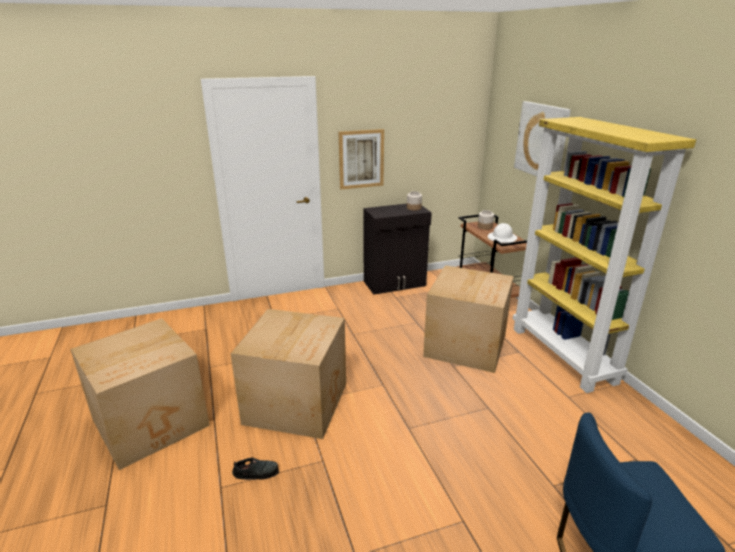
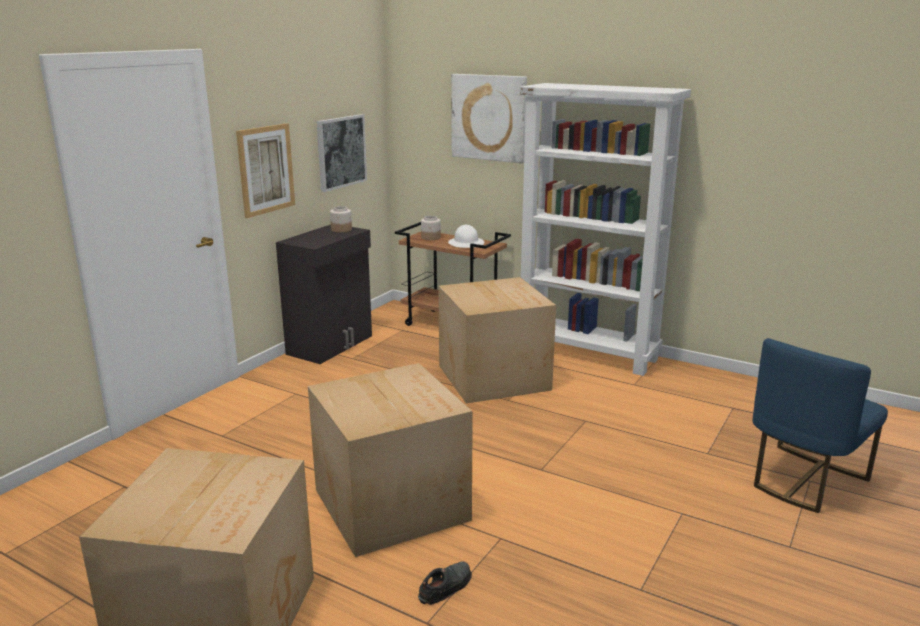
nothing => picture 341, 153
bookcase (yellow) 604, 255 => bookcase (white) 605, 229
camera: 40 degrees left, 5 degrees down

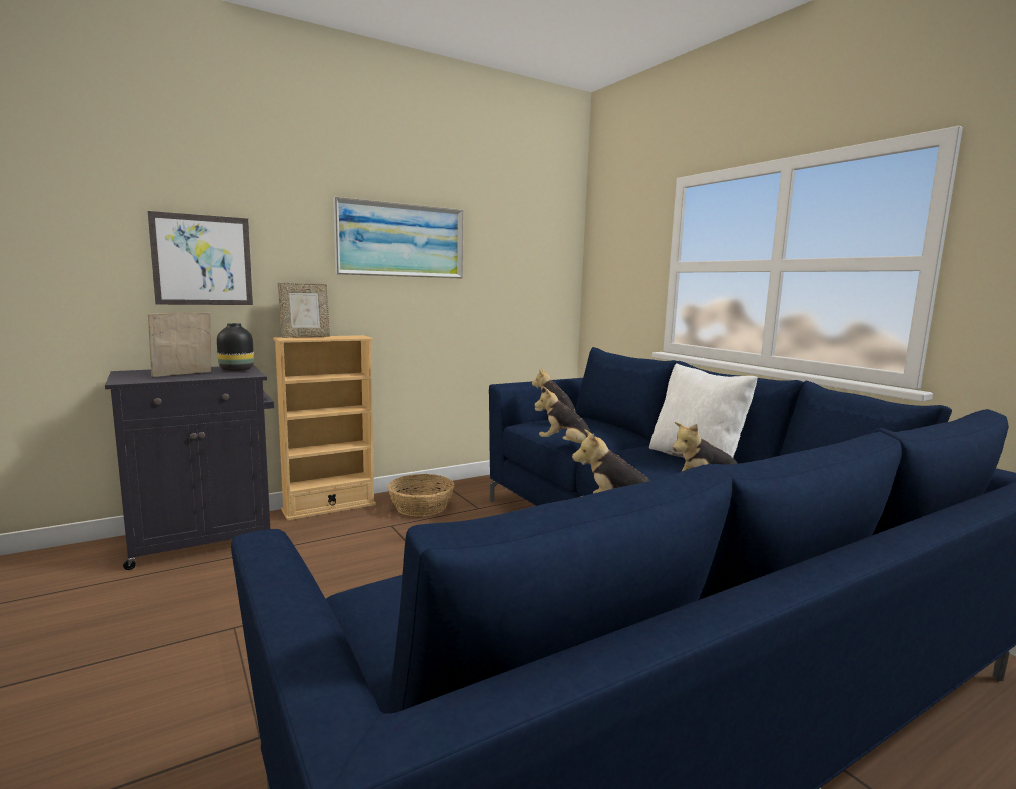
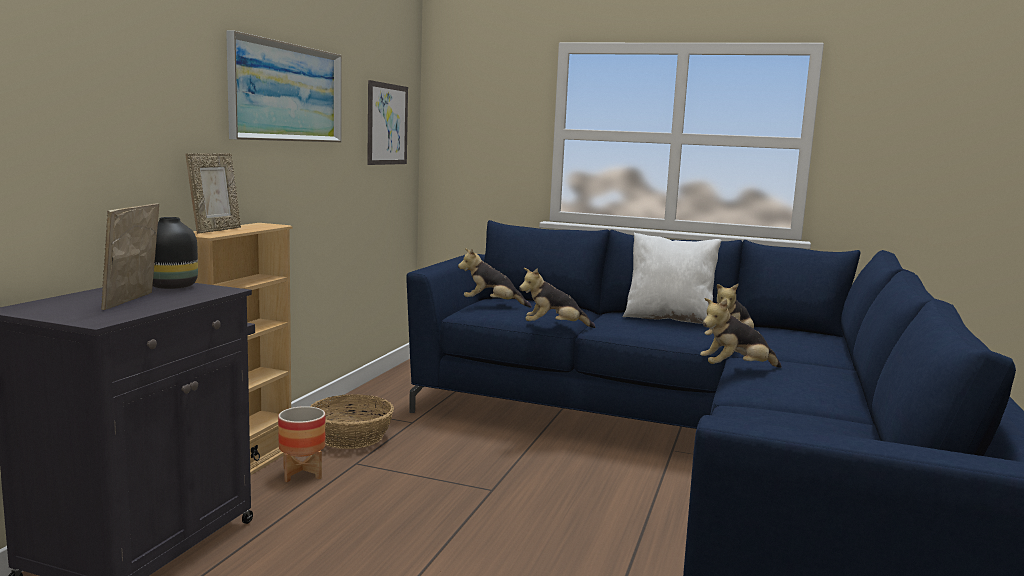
nothing => planter 301, 444
picture 200, 258 => picture 387, 122, move
camera: 40 degrees left, 0 degrees up

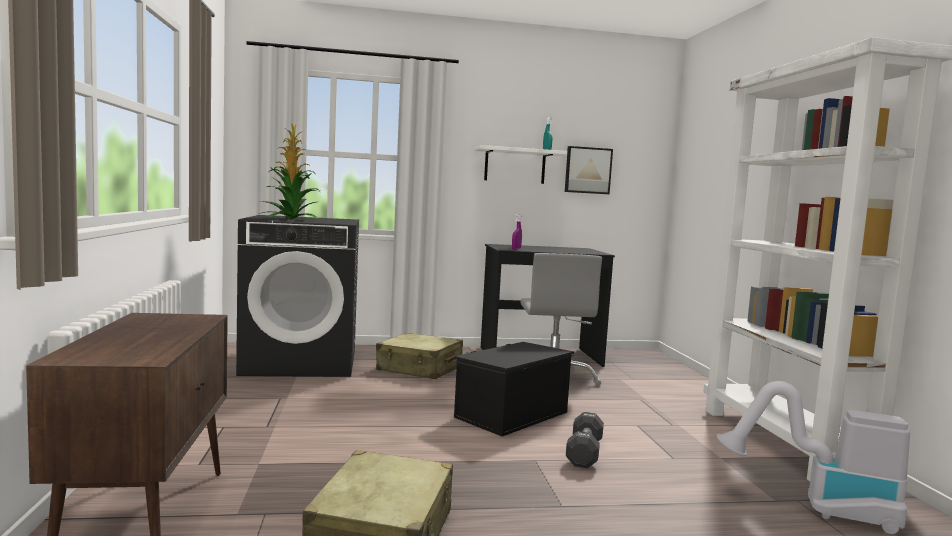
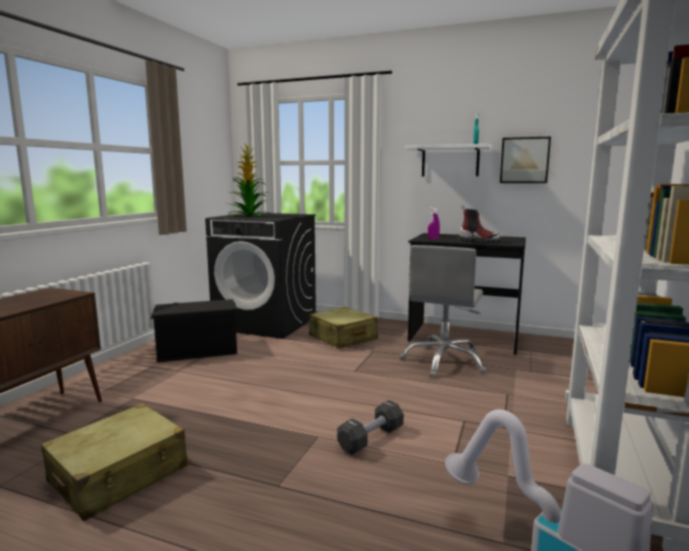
nothing => boot 480, 223
storage box (black) 512, 389 => storage box (black) 194, 330, move
camera: 30 degrees right, 5 degrees up

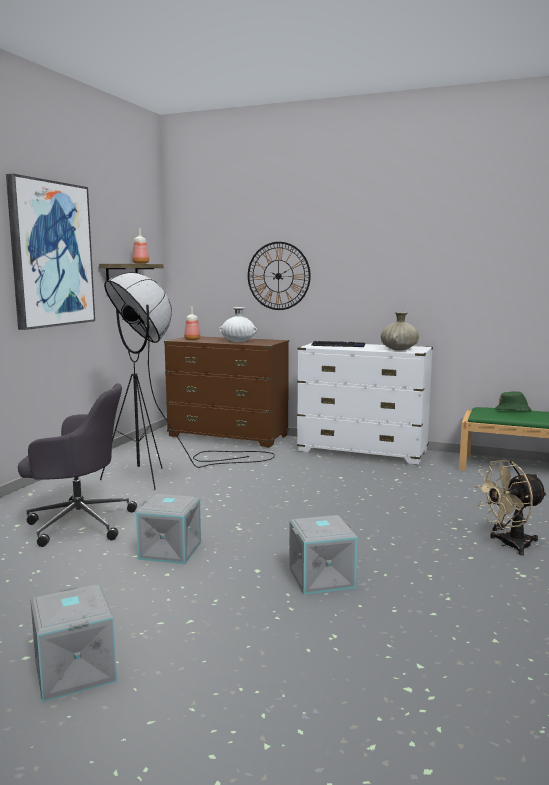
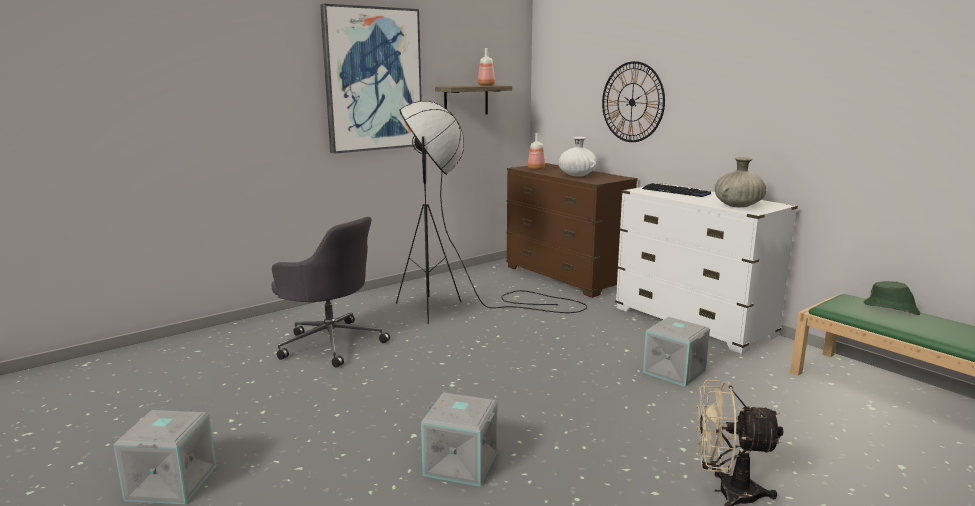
storage box (grey) 168, 529 => storage box (grey) 676, 352, move
camera: 30 degrees right, 5 degrees up

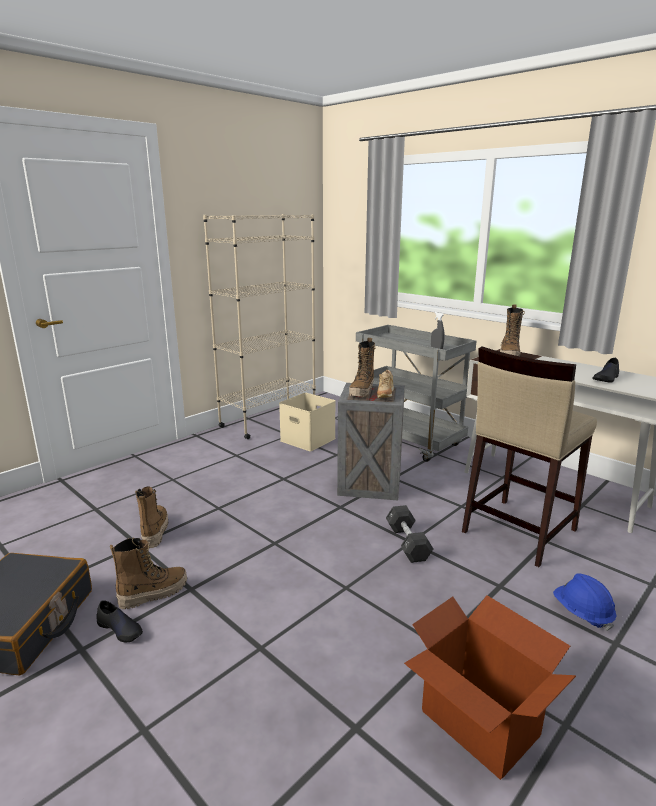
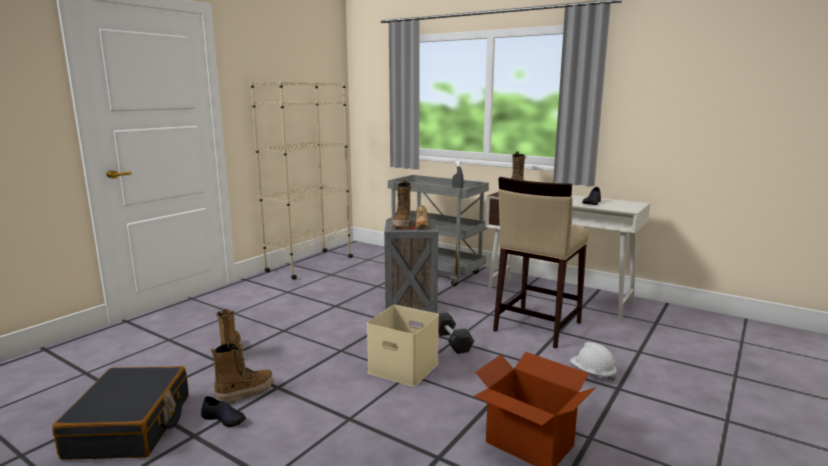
storage box (beige) 307, 422 => storage box (beige) 403, 346, move
hard hat (blue) 584, 602 => hard hat (white) 593, 362
camera: 10 degrees left, 5 degrees down

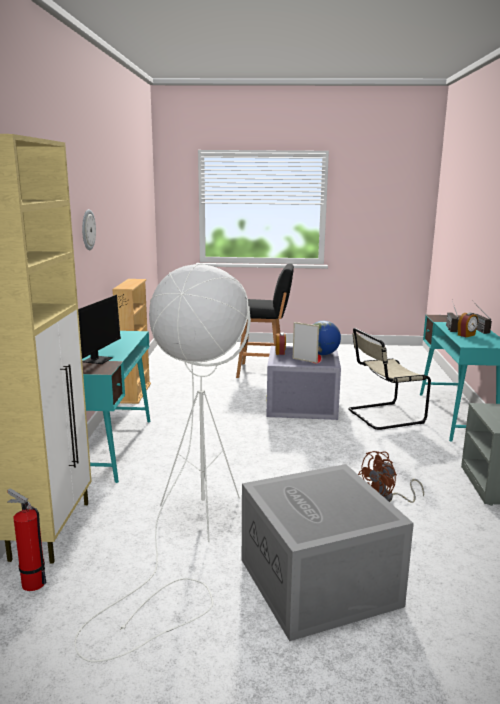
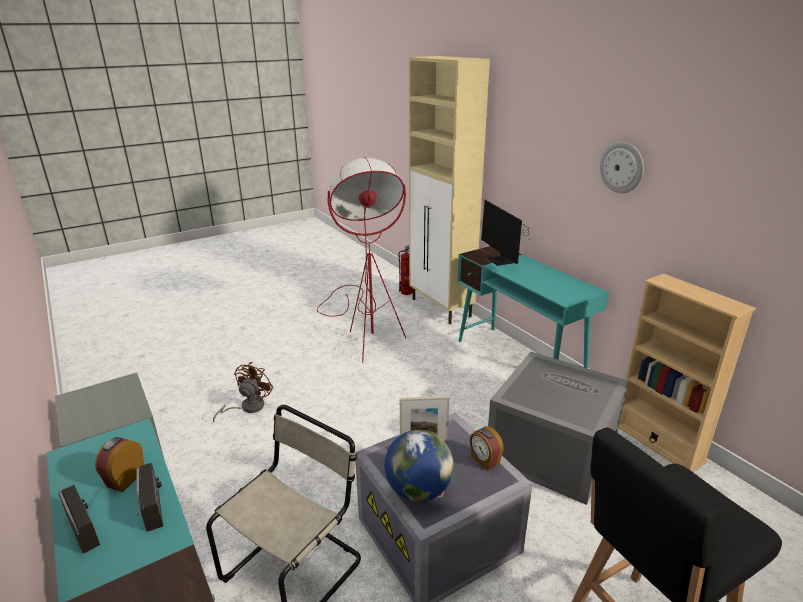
storage box (grey) 328, 552 => storage box (grey) 558, 428, move
floor lamp (white) 162, 463 => floor lamp (red) 361, 259
camera: 145 degrees right, 10 degrees up

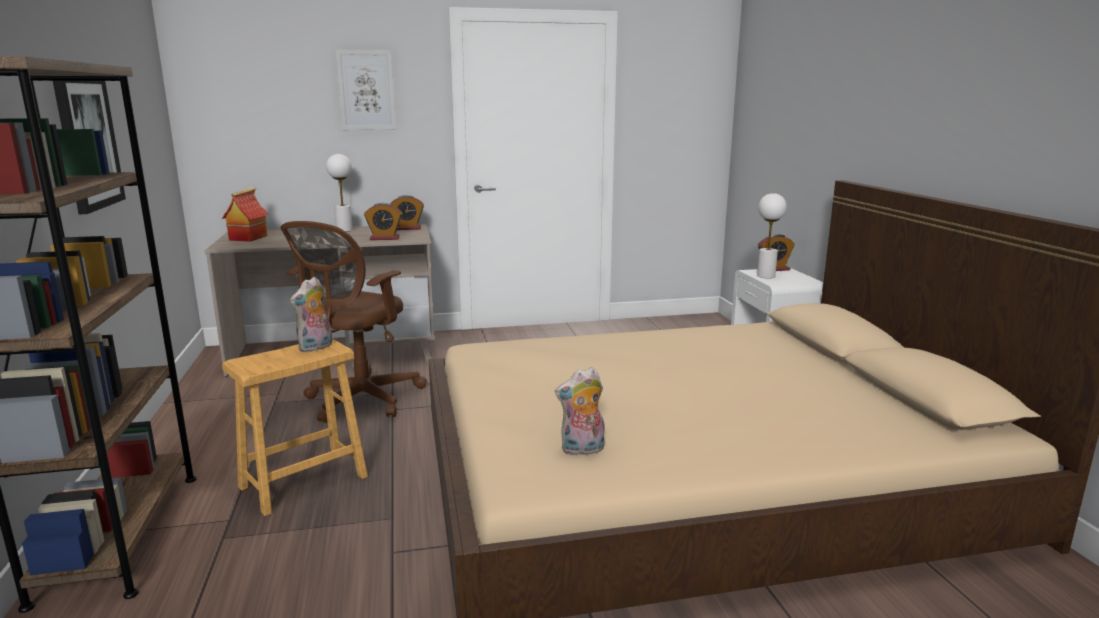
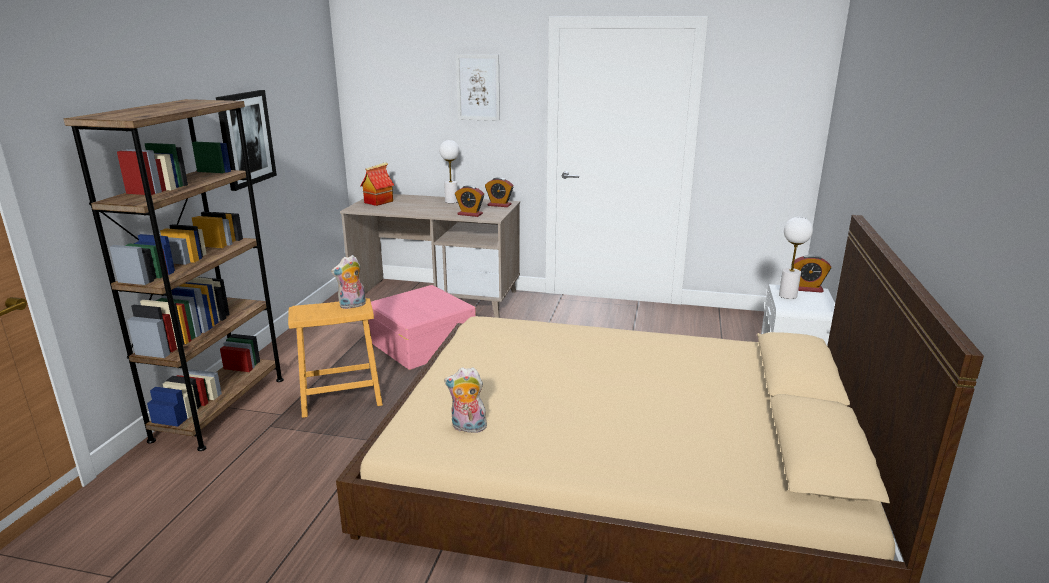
office chair (brown) 354, 322 => storage box (pink) 422, 327
camera: 25 degrees right, 5 degrees up

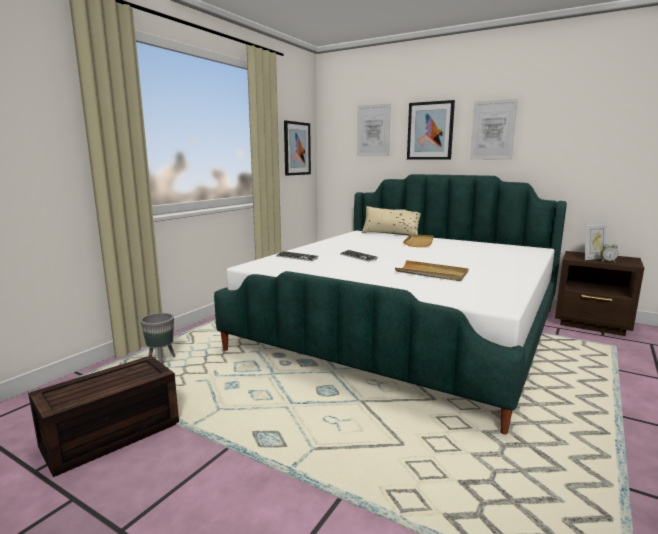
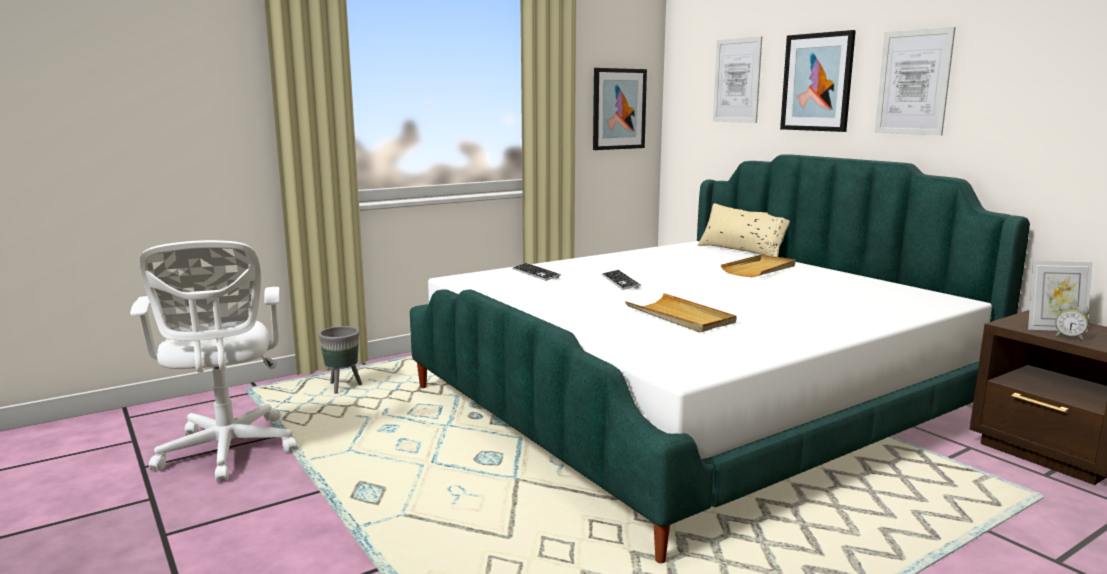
storage box (brown) 103, 416 => office chair (white) 213, 361
camera: 25 degrees right, 0 degrees up

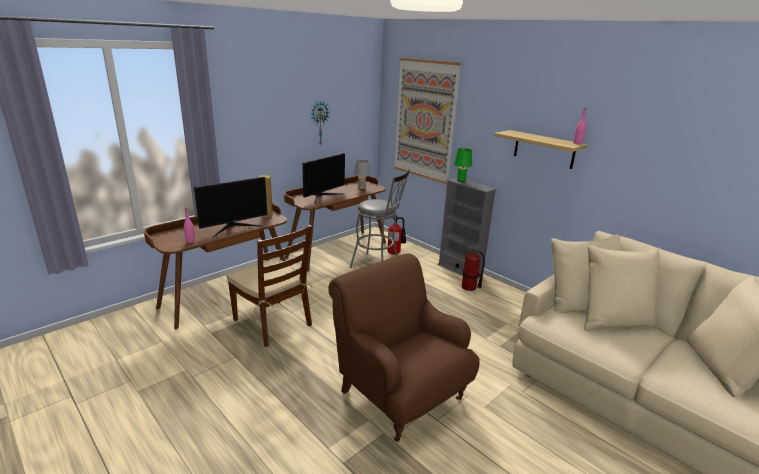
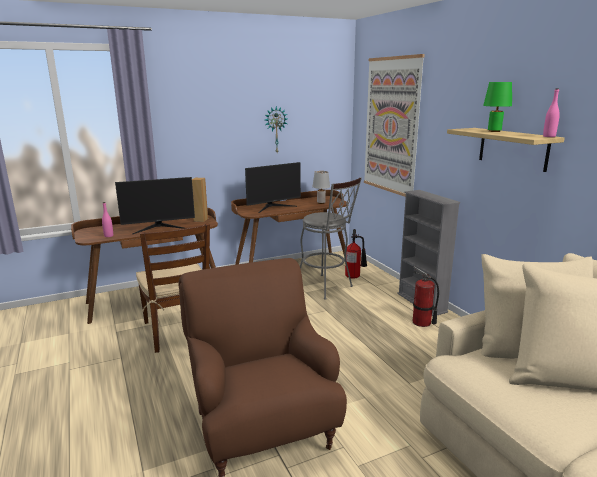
table lamp (green) 463, 165 => table lamp (green) 497, 107, move
camera: 20 degrees right, 5 degrees down

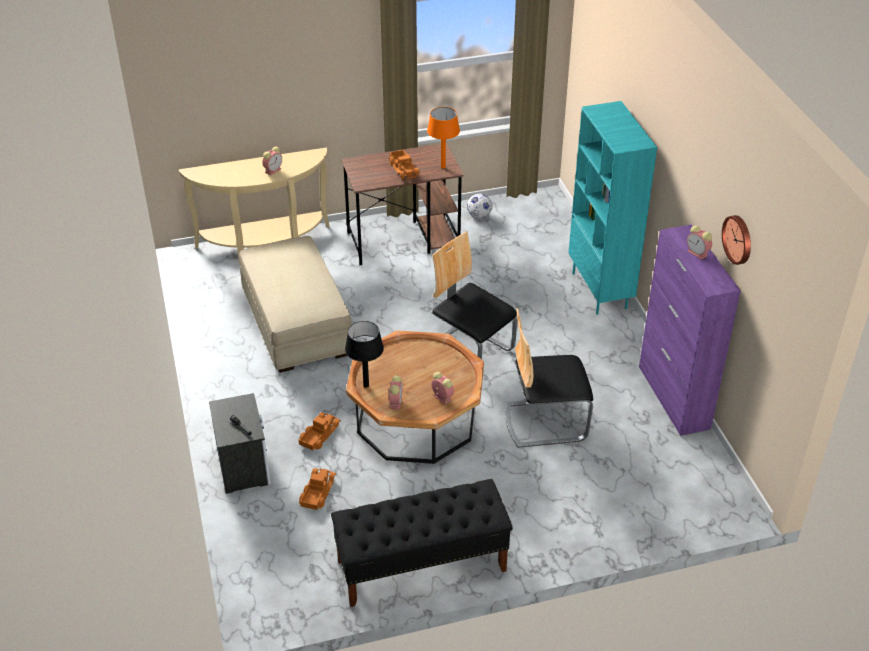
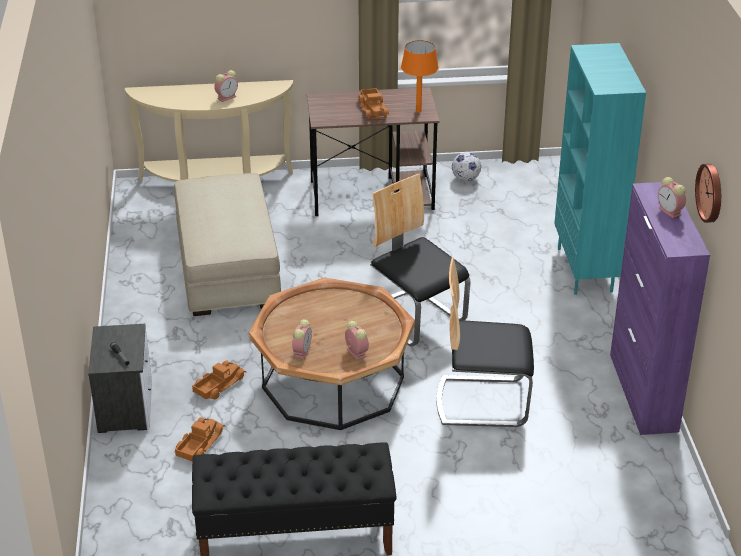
table lamp (black) 364, 354 => nothing
camera: 10 degrees right, 5 degrees down

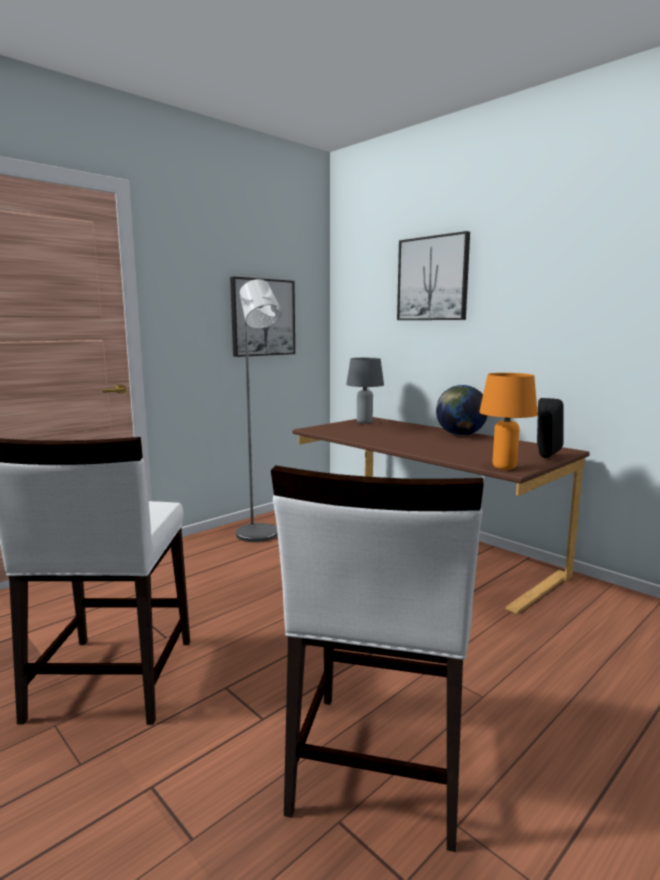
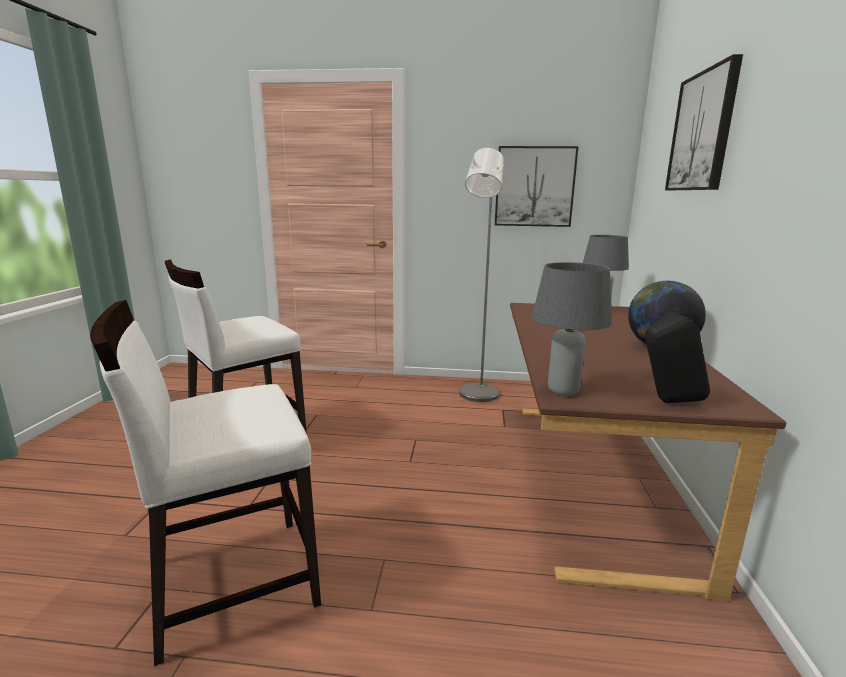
table lamp (orange) 508, 421 => table lamp (grey) 572, 329
camera: 50 degrees right, 5 degrees up

